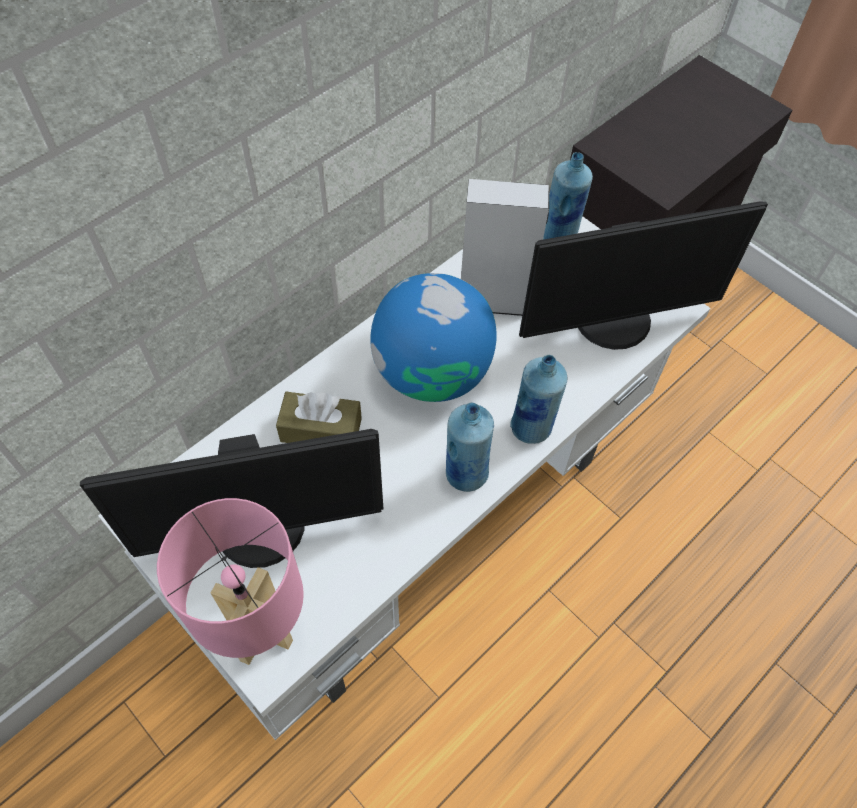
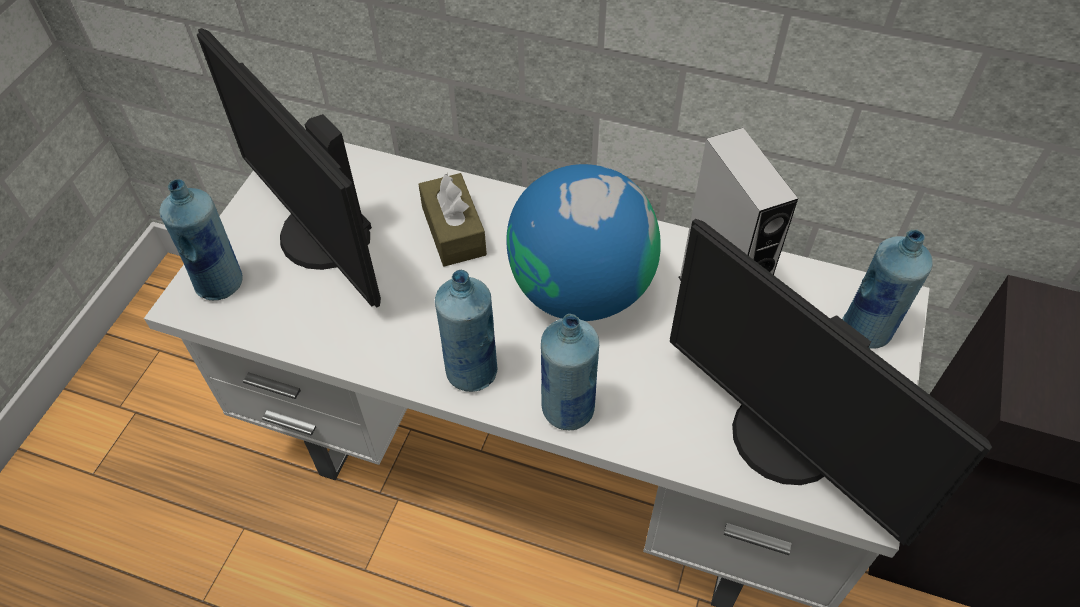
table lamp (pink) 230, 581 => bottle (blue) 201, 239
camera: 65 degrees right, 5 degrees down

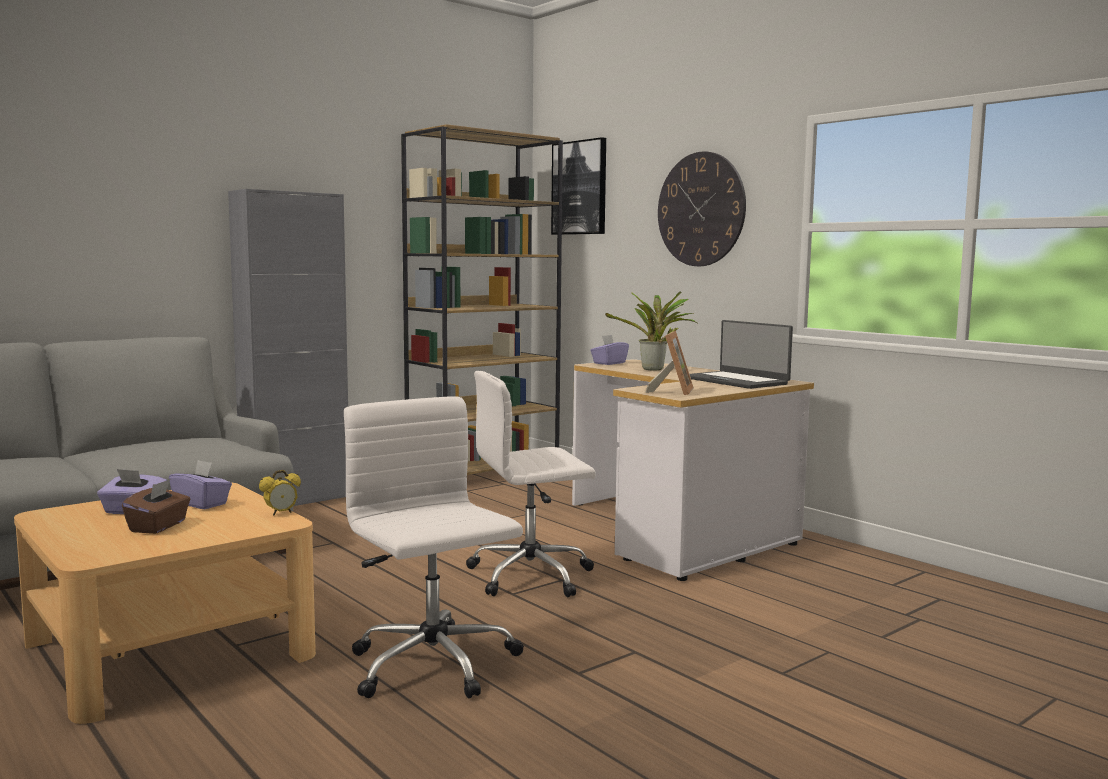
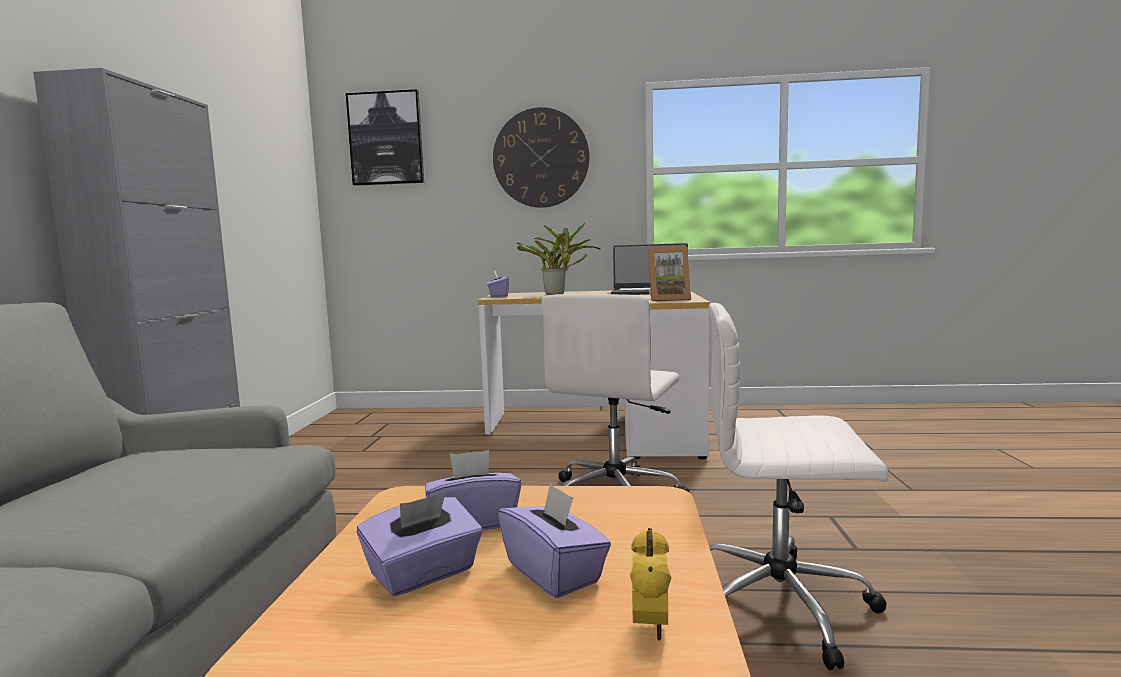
bookcase (brown) 482, 299 => nothing
alarm clock 280, 493 => alarm clock 650, 584, move
tissue box (brown) 156, 506 => tissue box (purple) 554, 540
picture frame 669, 363 => picture frame 669, 273, 120 degrees clockwise
camera: 45 degrees left, 0 degrees up

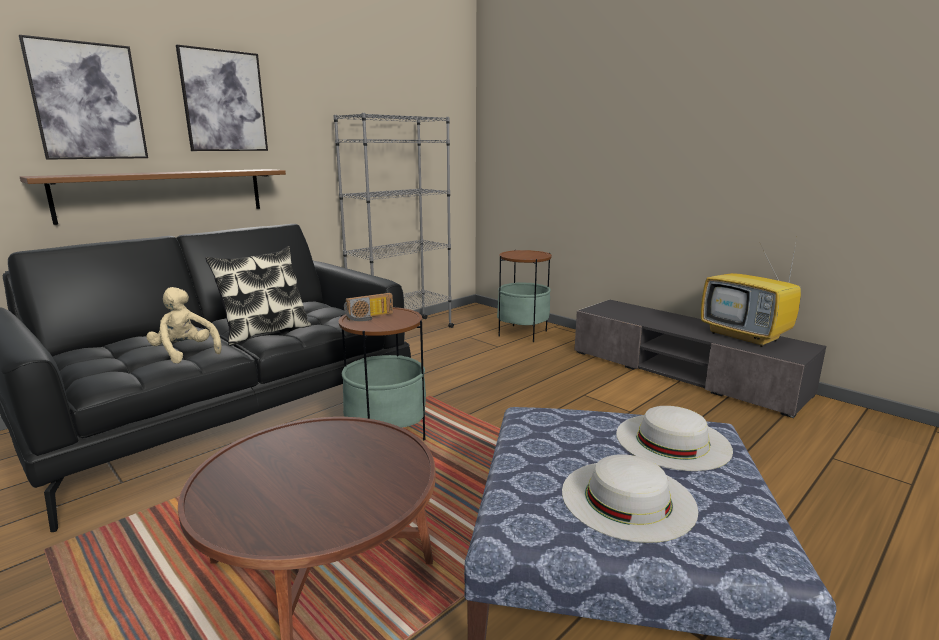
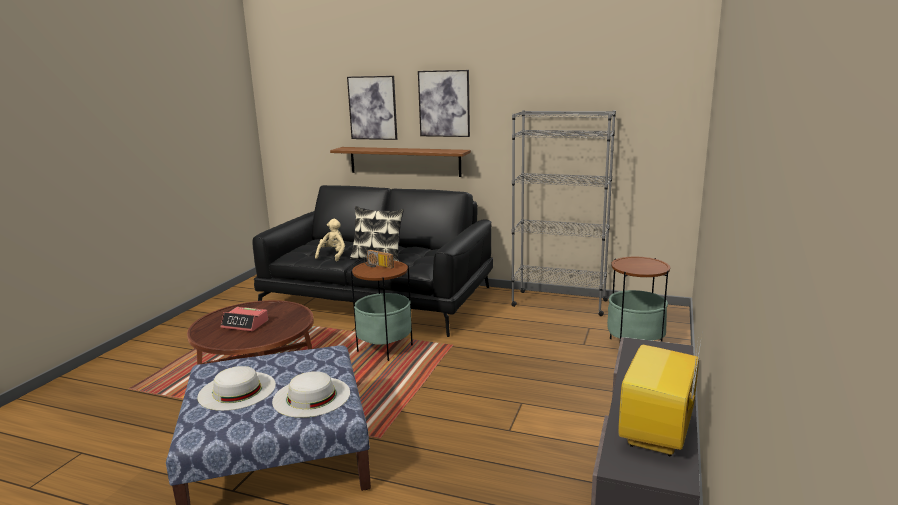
nothing => alarm clock 244, 319
camera: 65 degrees right, 0 degrees up

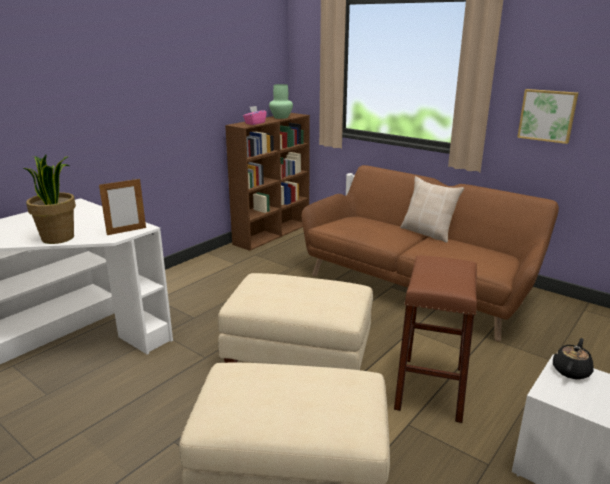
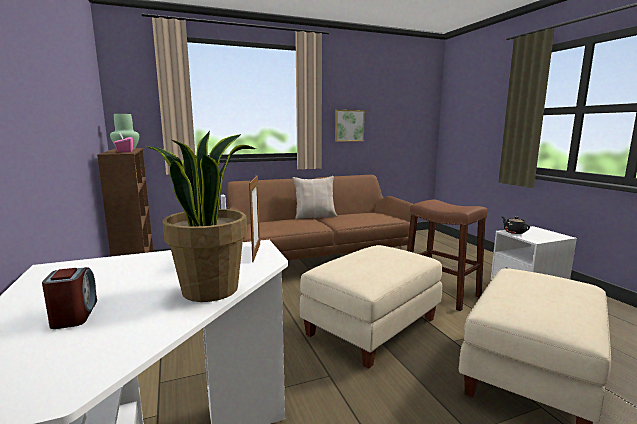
nothing => alarm clock 69, 298
camera: 60 degrees left, 10 degrees down

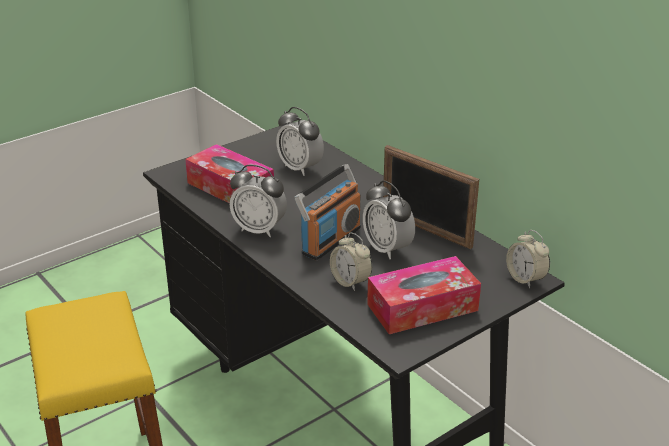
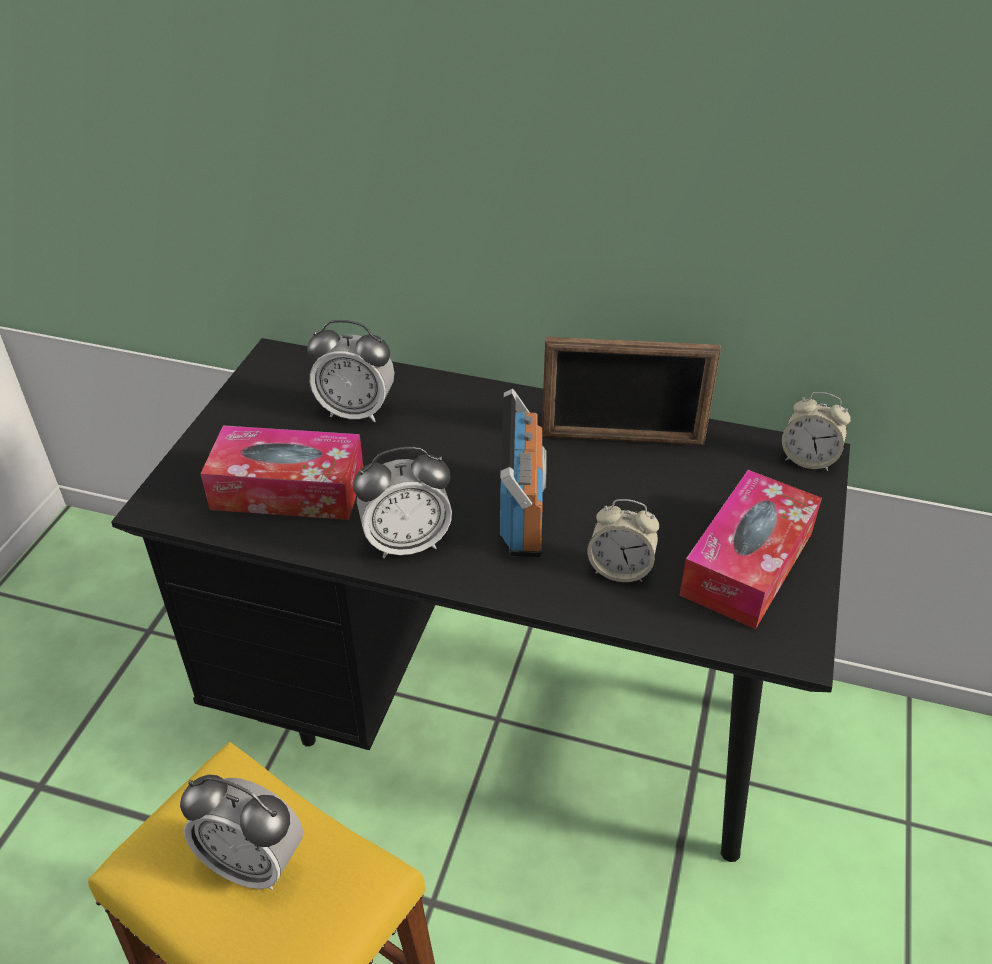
alarm clock 389, 219 => alarm clock 241, 832, move
camera: 35 degrees left, 10 degrees up

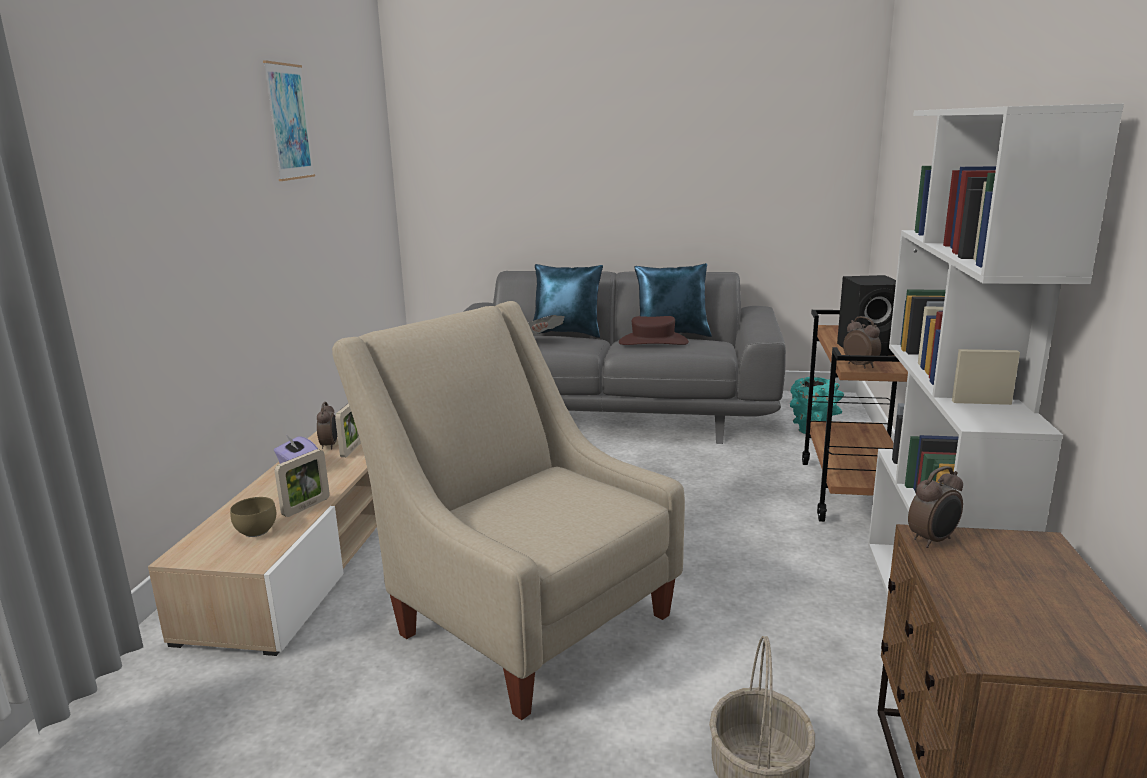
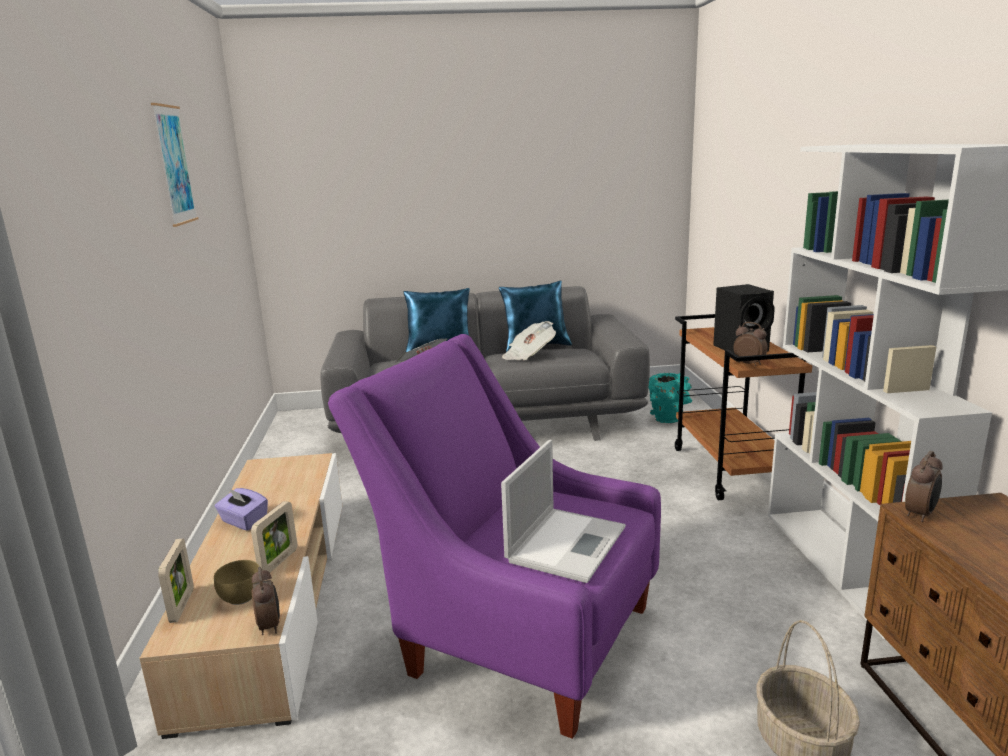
nothing => laptop 563, 511
alarm clock 327, 425 => alarm clock 265, 601, move
picture frame 348, 430 => picture frame 176, 580, move
hat (brown) 654, 330 => newspaper 529, 340
armchair (beige) 508, 510 => armchair (purple) 494, 536
camera: 15 degrees left, 0 degrees up

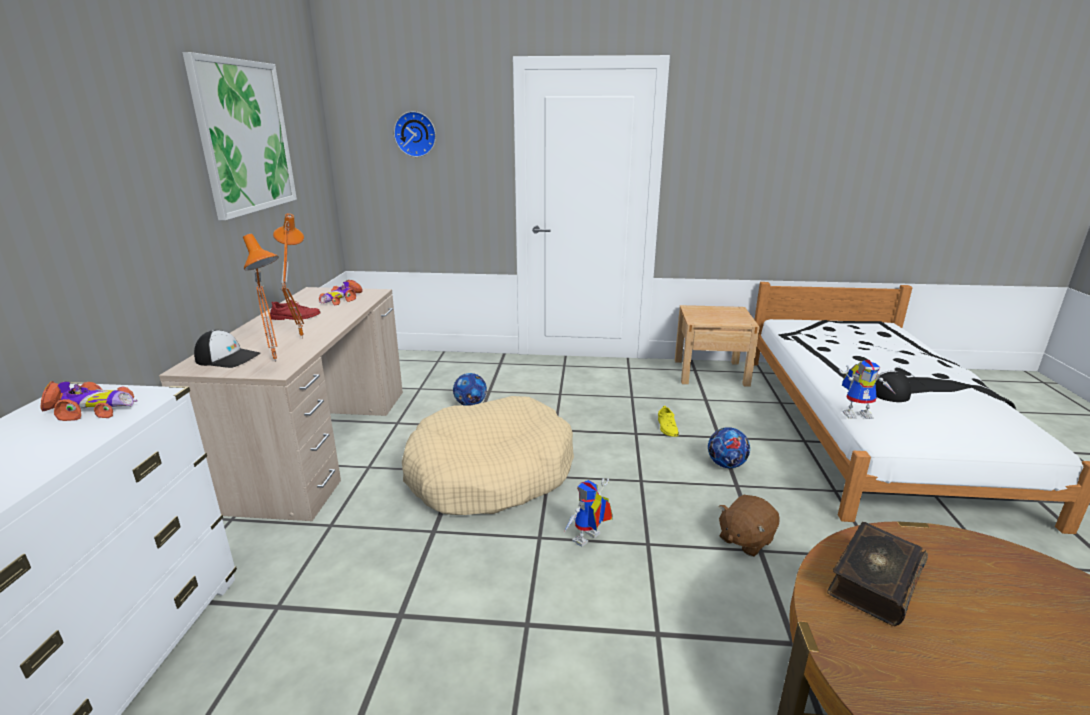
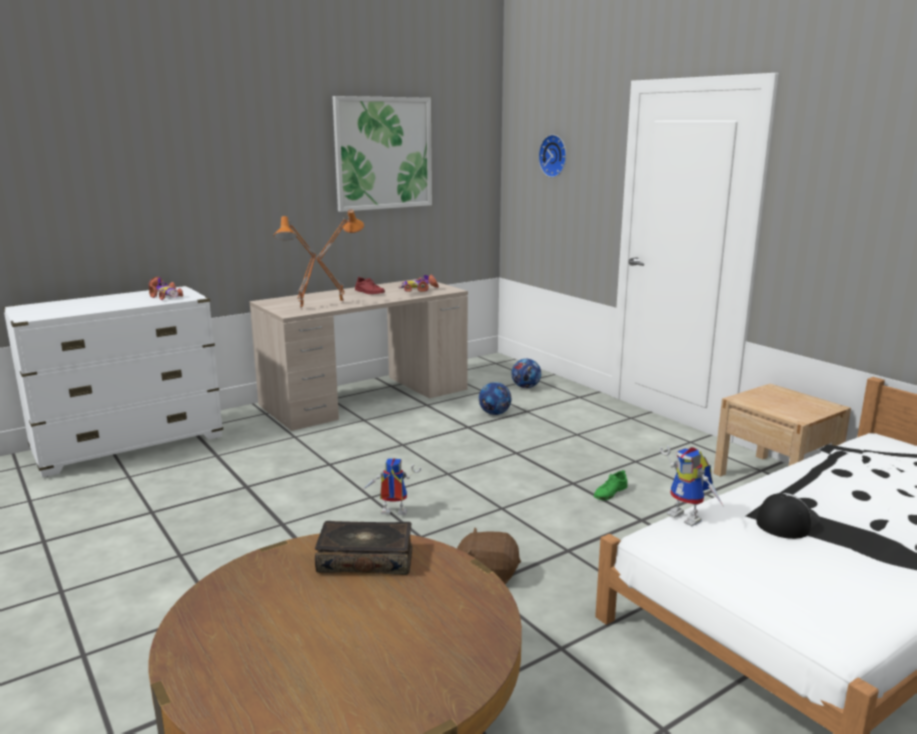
cap 227, 349 => nothing
dog bed (beige) 488, 455 => nothing
football 729, 447 => football 526, 373, move
shoe (yellow) 668, 421 => shoe (green) 611, 485
camera: 50 degrees right, 5 degrees down

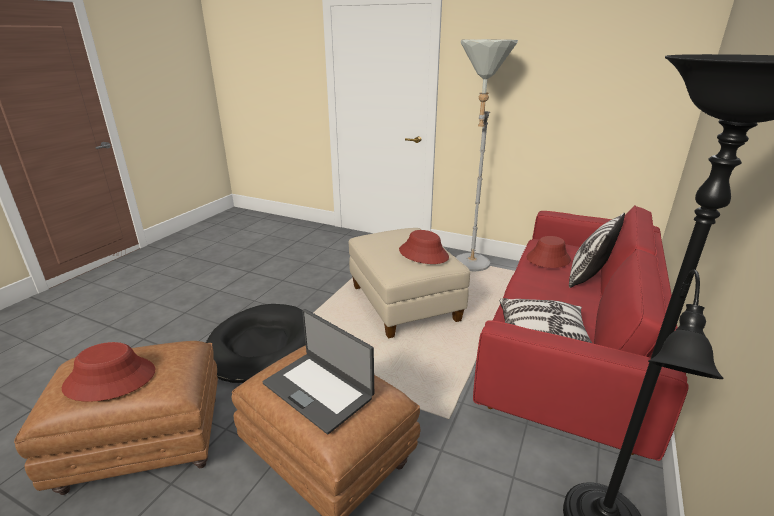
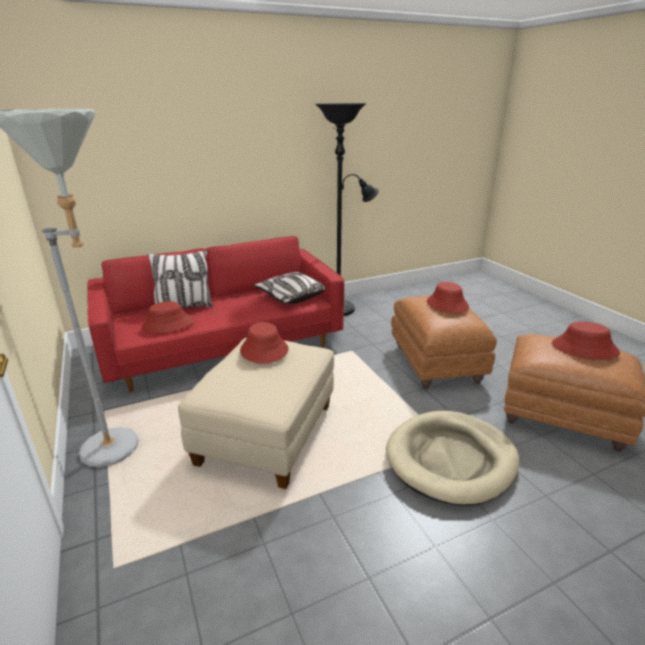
laptop 318, 371 => hat (red) 448, 297
dog bed (black) 256, 343 => dog bed (beige) 453, 458
camera: 140 degrees left, 0 degrees up

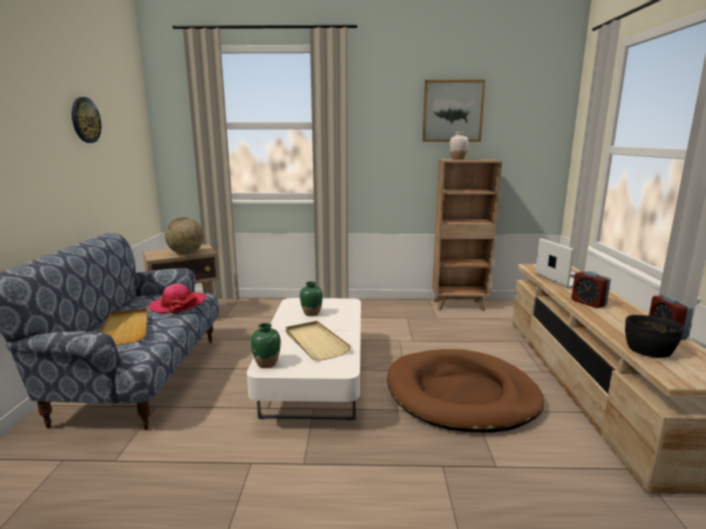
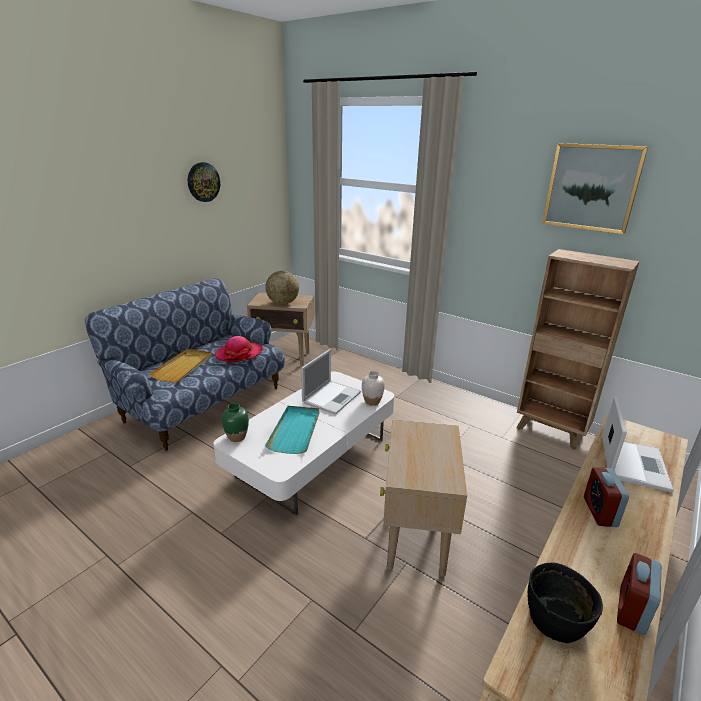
vase (white) 458, 146 => vase (white) 373, 388, move
vase (green) 311, 298 => laptop 331, 382
dog bed (brown) 465, 391 => side table (beige) 423, 498
tray (beige) 318, 341 => tray (turquoise) 292, 430
camera: 35 degrees right, 10 degrees up

